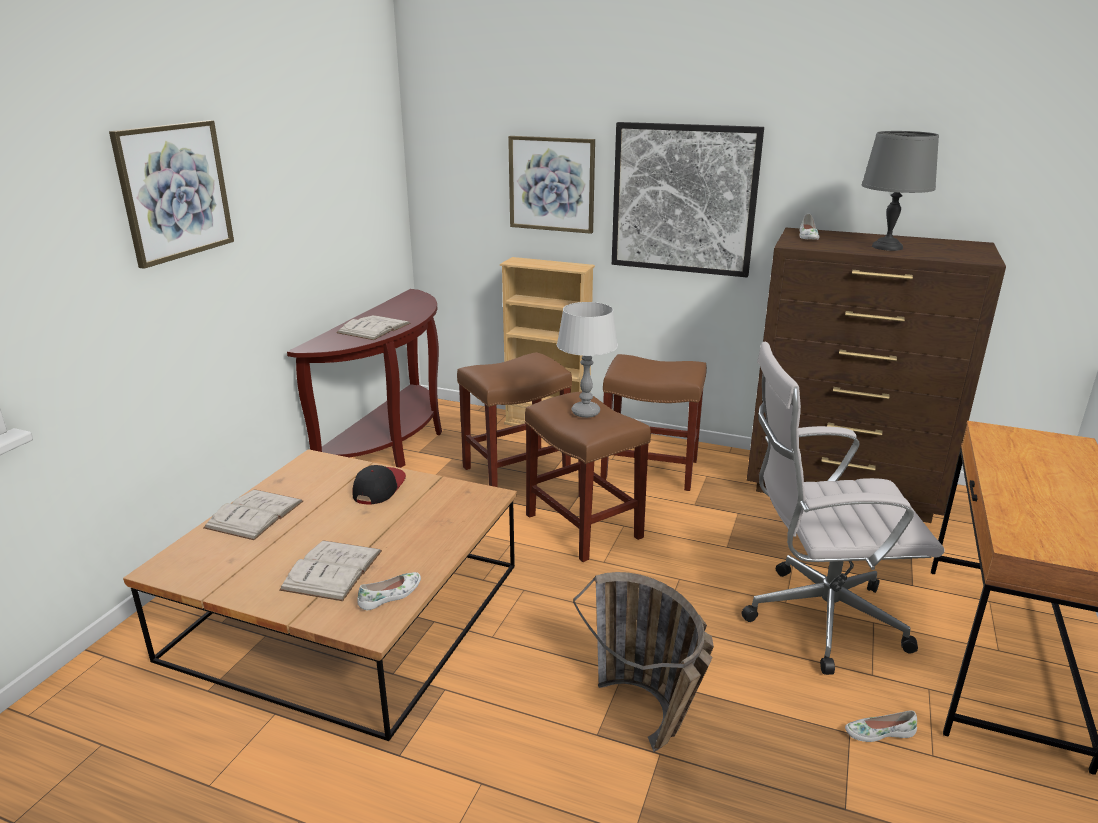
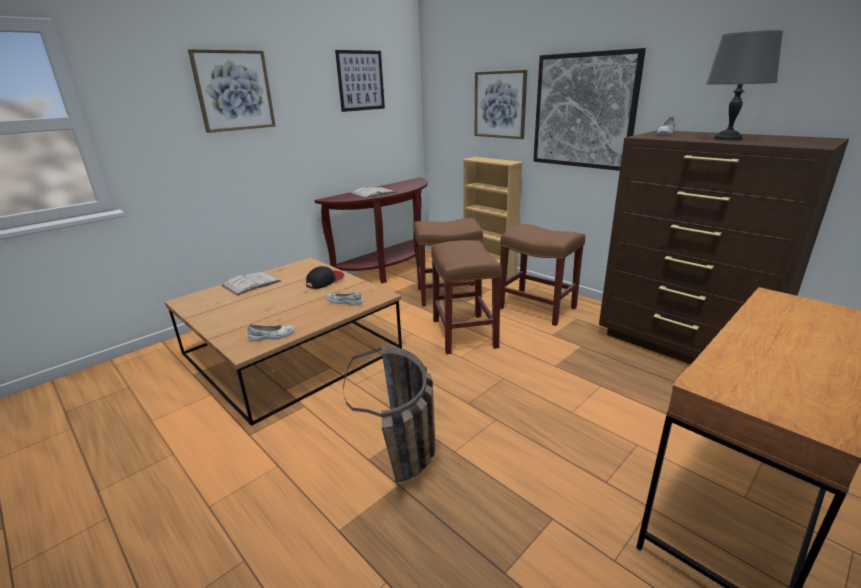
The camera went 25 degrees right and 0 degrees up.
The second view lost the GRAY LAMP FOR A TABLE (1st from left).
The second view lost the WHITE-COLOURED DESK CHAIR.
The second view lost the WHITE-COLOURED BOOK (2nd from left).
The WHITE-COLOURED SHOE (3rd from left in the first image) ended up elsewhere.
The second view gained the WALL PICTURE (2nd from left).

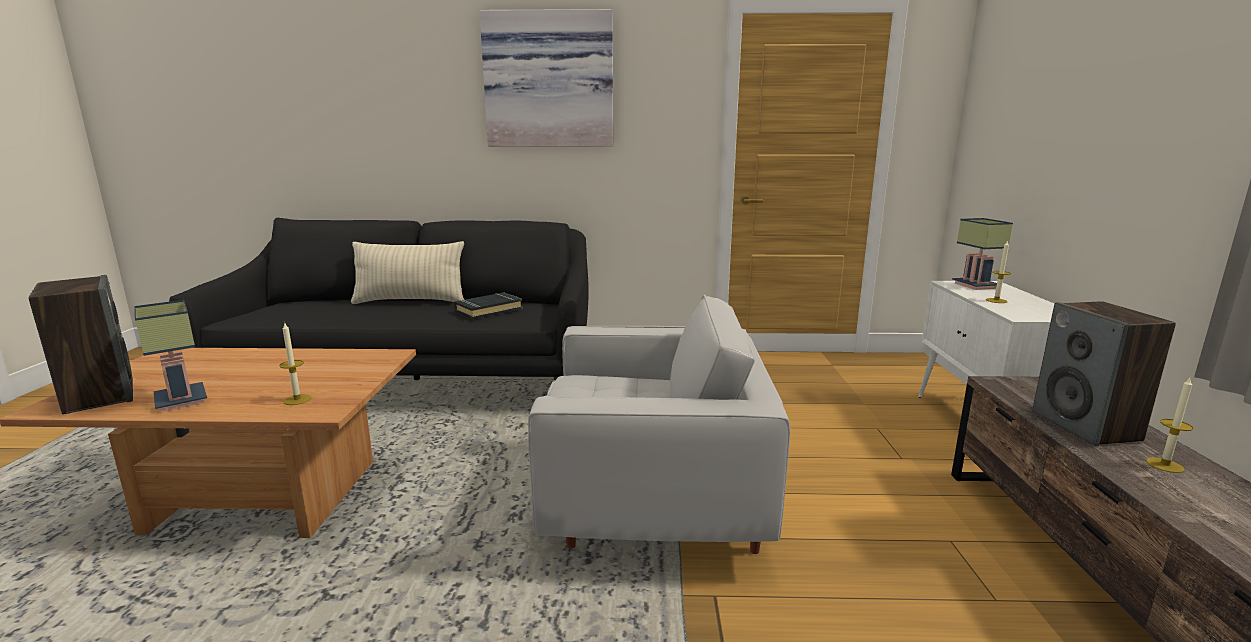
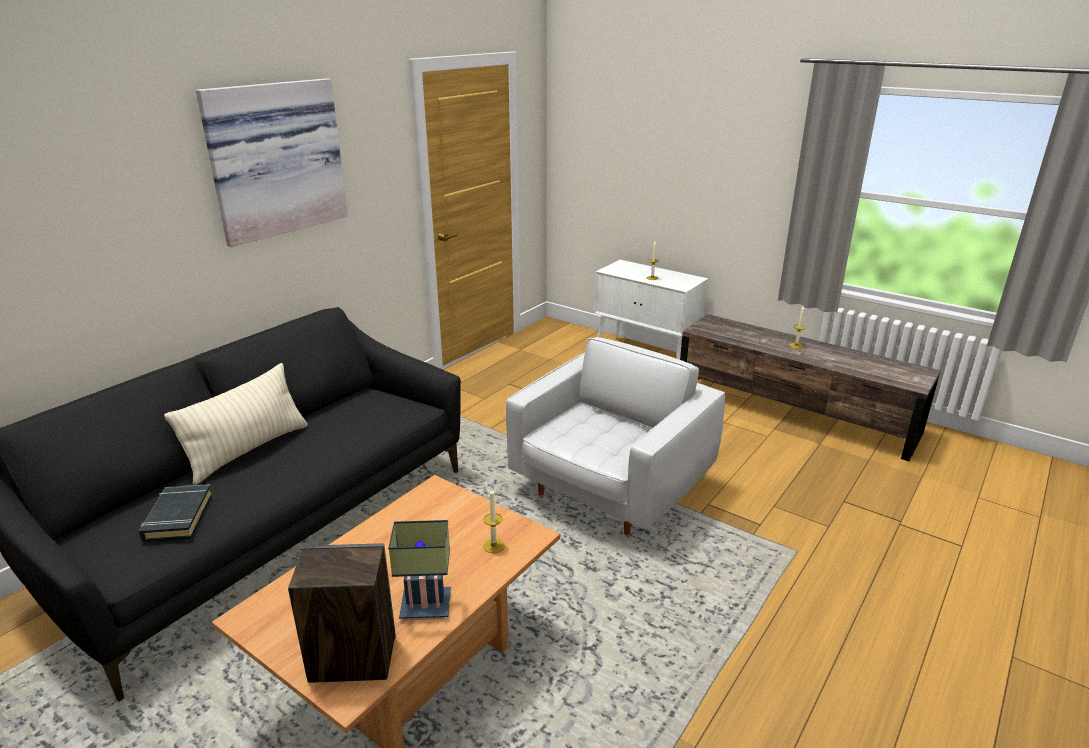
The camera went 55 degrees left and 10 degrees up.
The second view lost the LAMP FOR A TABLE (2nd from left).
The BLACK-COLOURED BOOK ended up elsewhere.
The second view lost the AUDIO SPEAKER (2nd from left).

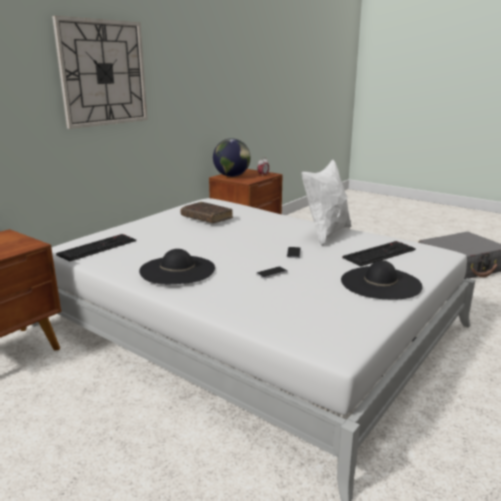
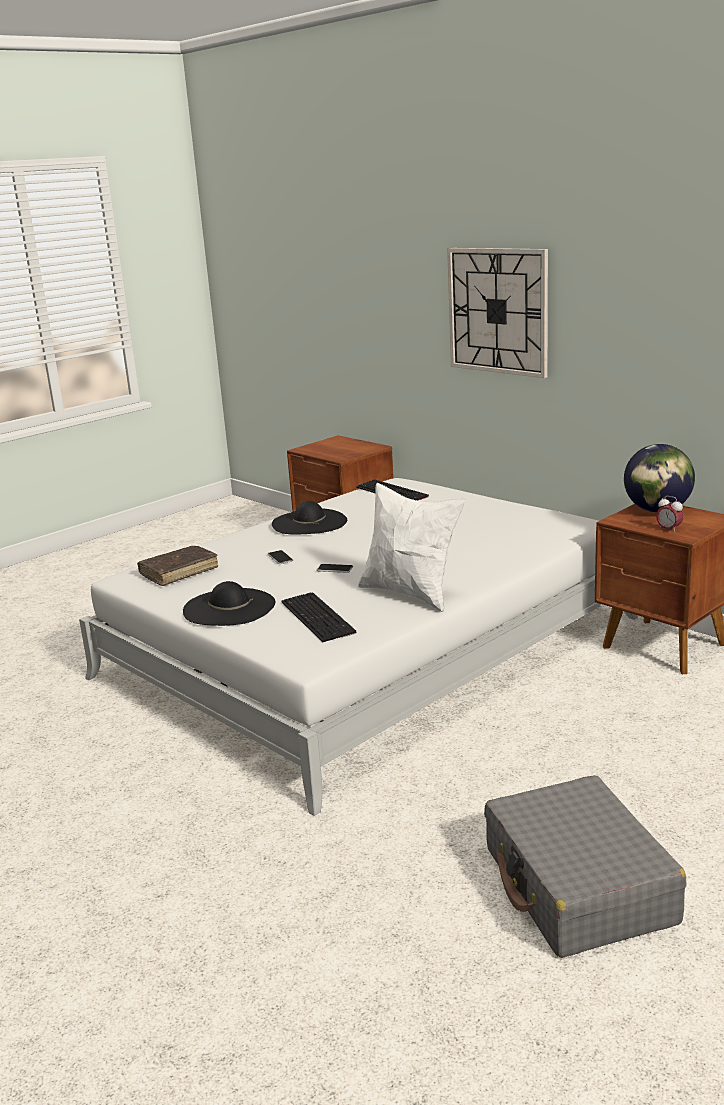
The camera went 100 degrees right and 0 degrees up.
The BROWN-COLOURED BOOK ended up elsewhere.

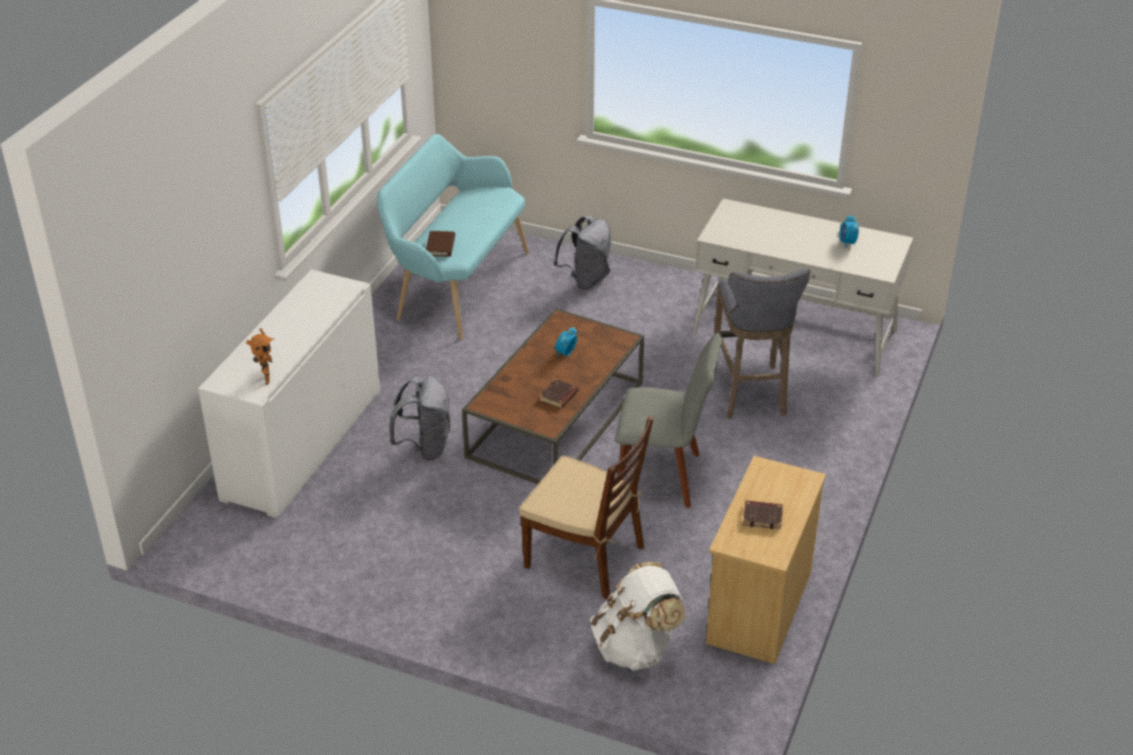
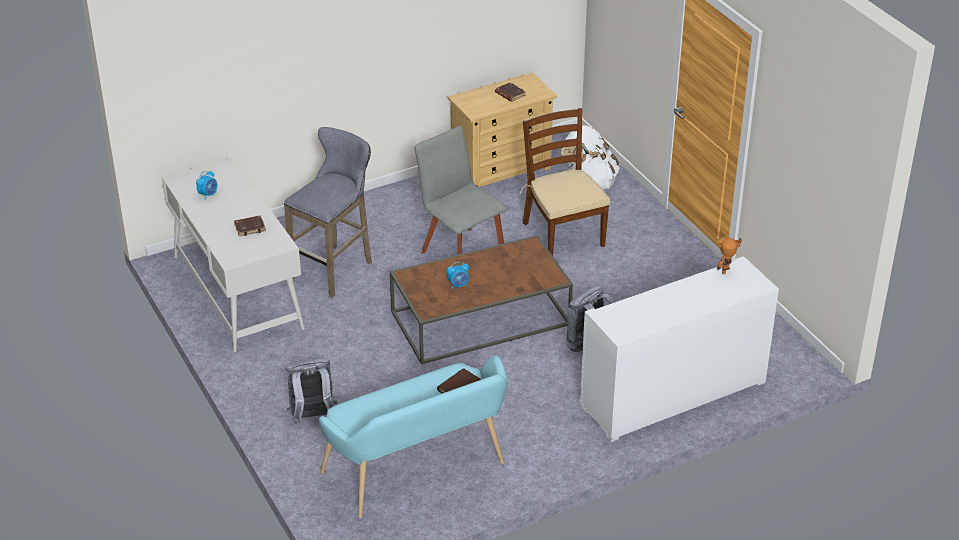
The camera went 140 degrees left and 0 degrees up.
The BROWN-COLOURED BOOK (2nd from left in the first image) ended up elsewhere.

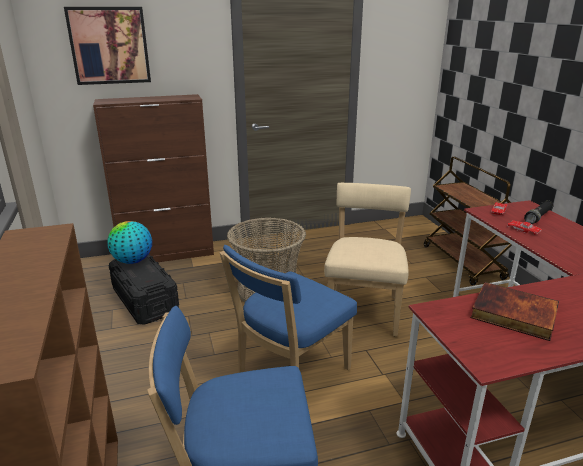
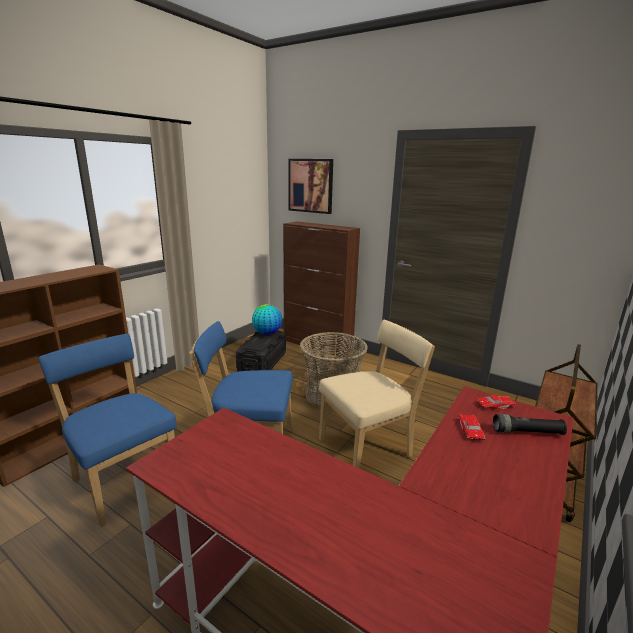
The camera went 50 degrees right and 5 degrees down.
The second view lost the BOOK.

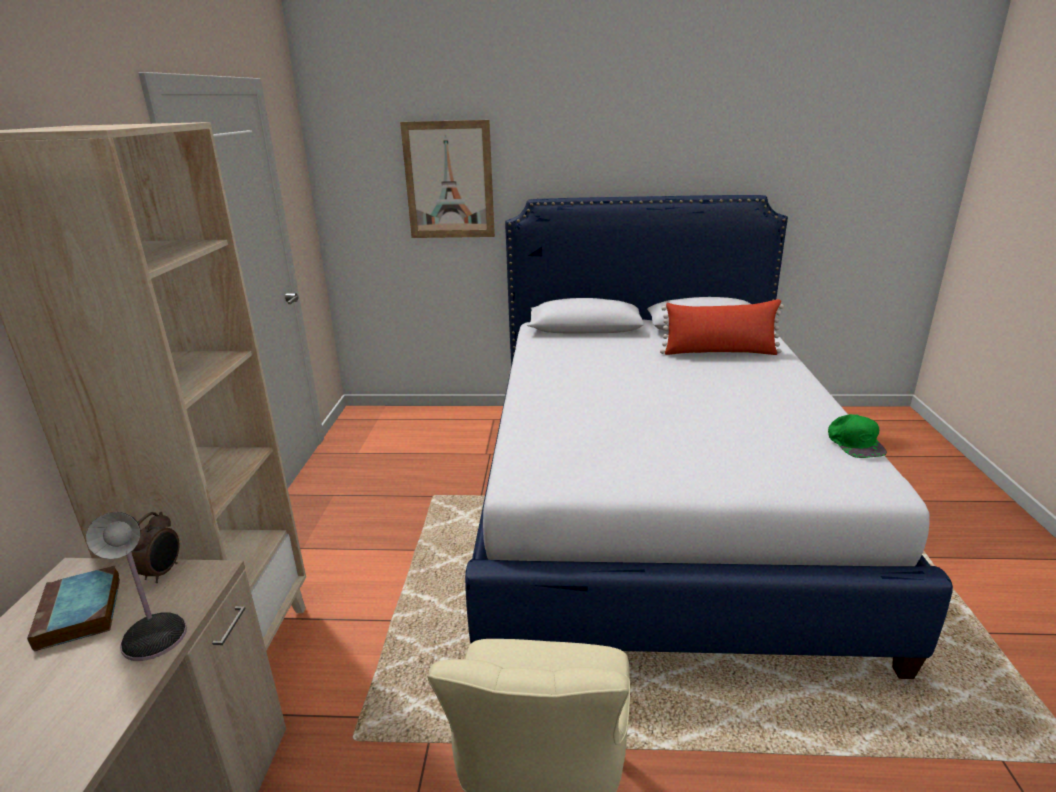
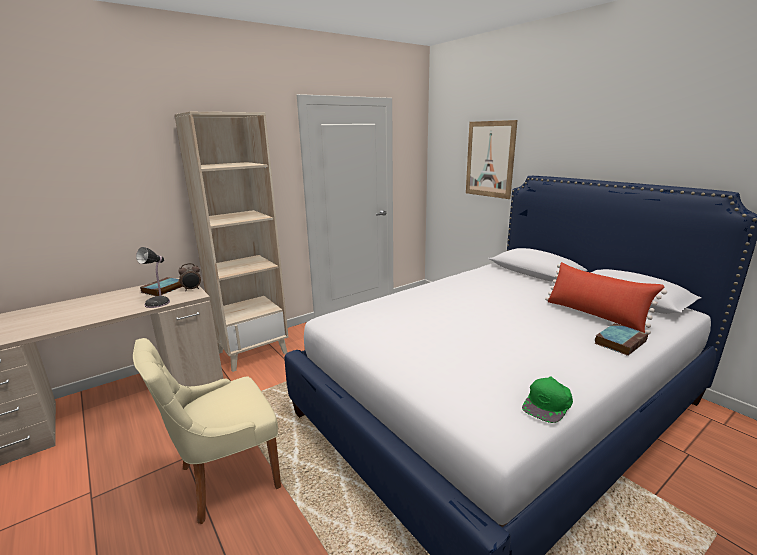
The camera went 50 degrees right and 5 degrees down.
The second view gained the BOOK (2nd from left).

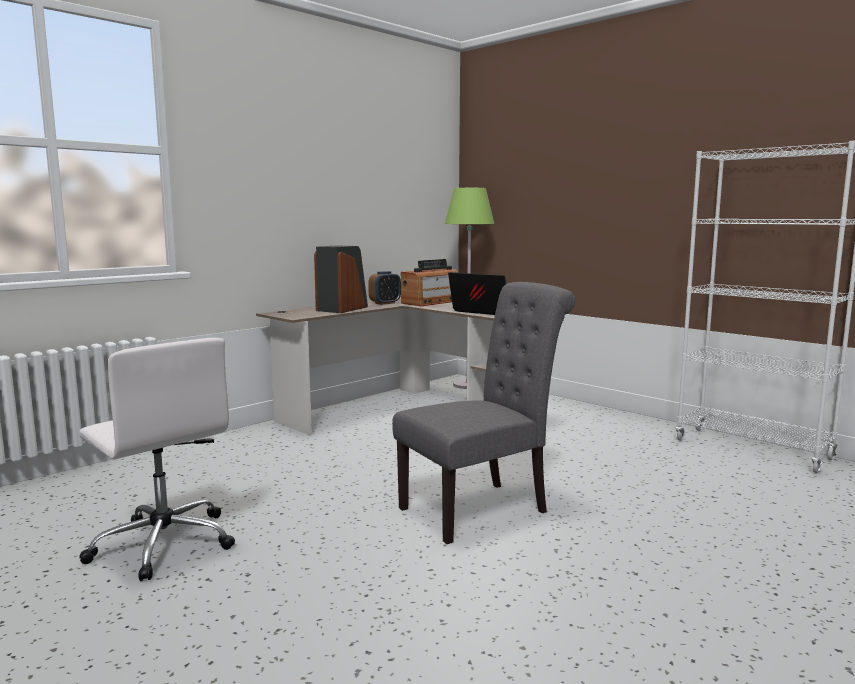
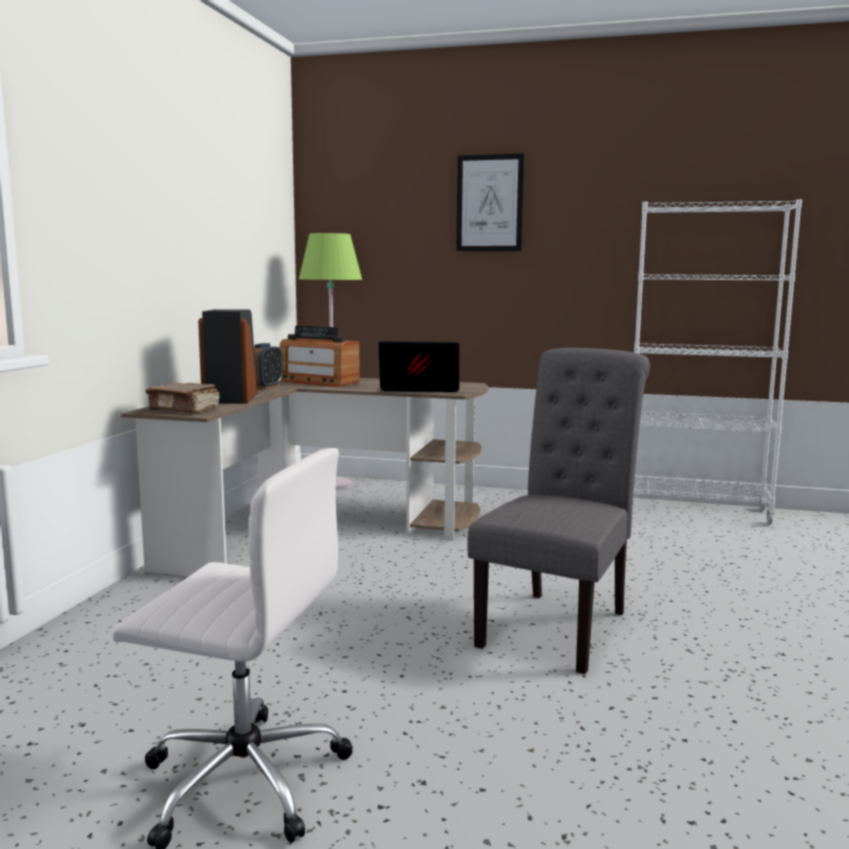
The camera went 30 degrees left and 0 degrees up.
The RADIO SET ended up facing another way, 105 degrees clockwise from before.
The second view gained the WALL PICTURE.
The second view gained the BROWN-COLOURED BOOK.

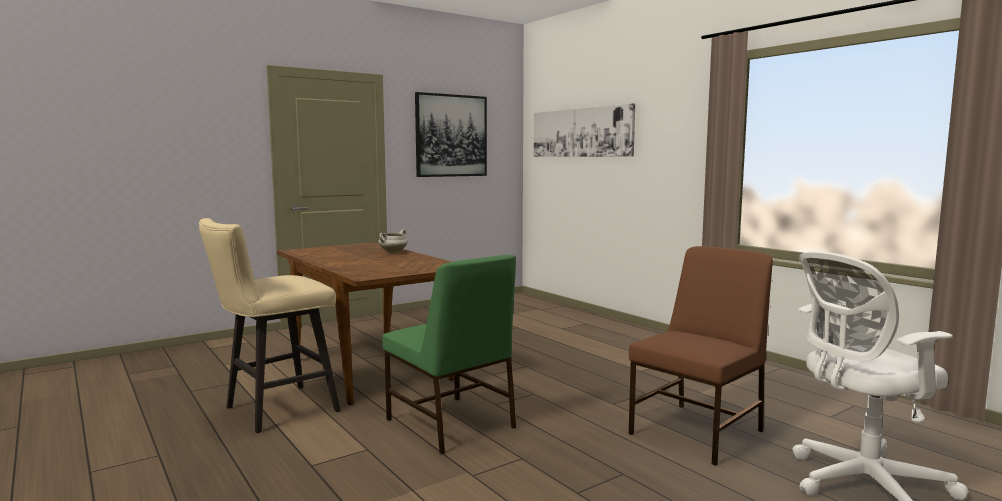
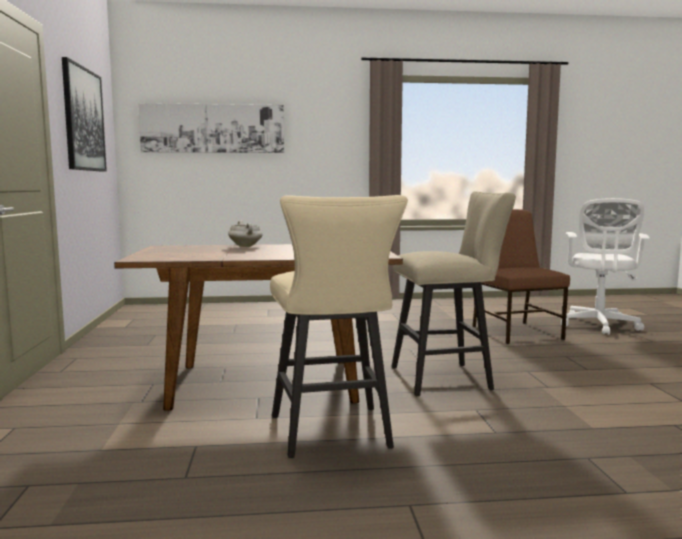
The camera went 60 degrees left and 0 degrees up.
Where the GREEN-COLOURED PLAIN CHAIR stood, the BEIGE-COLOURED STOOL (2nd from left) came to stand.

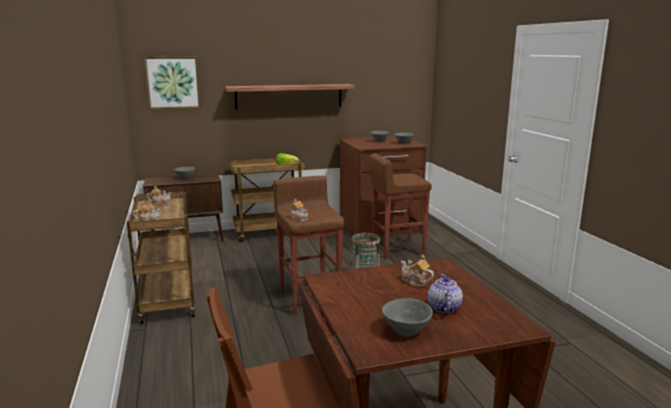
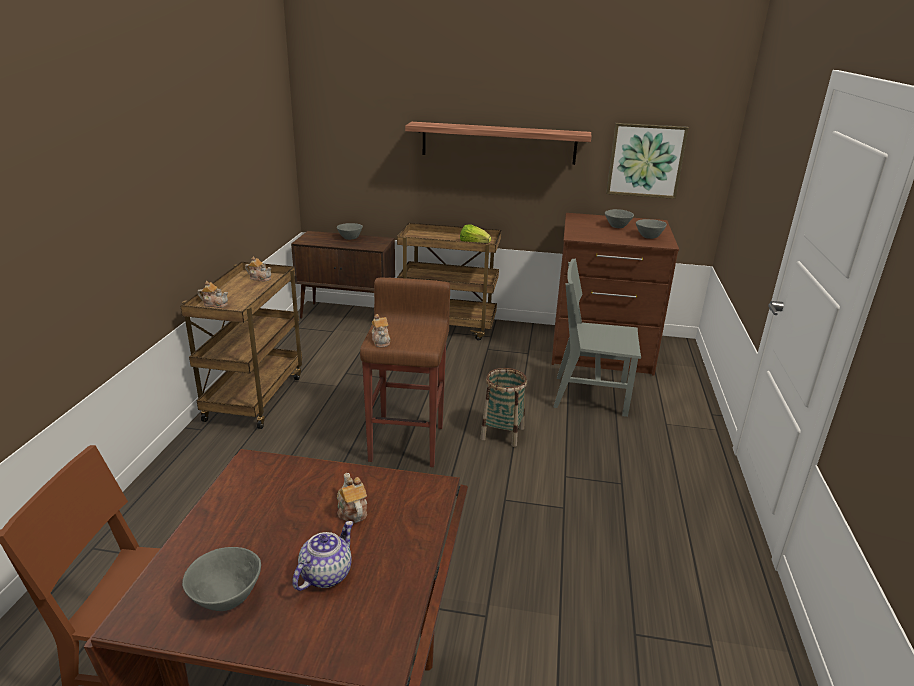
The camera went 25 degrees right and 10 degrees up.
The WALL PICTURE ended up elsewhere.
Where the BROWN-COLOURED STOOL (2nd from left) stood, the GRAY PLAIN CHAIR came to stand.

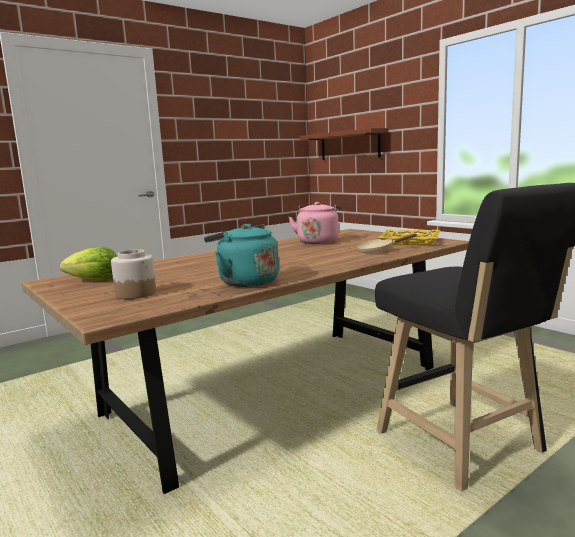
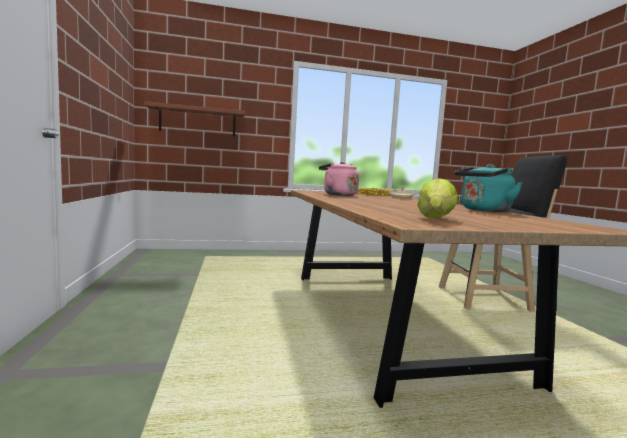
The camera went 65 degrees left and 5 degrees down.
The second view lost the JAR.

